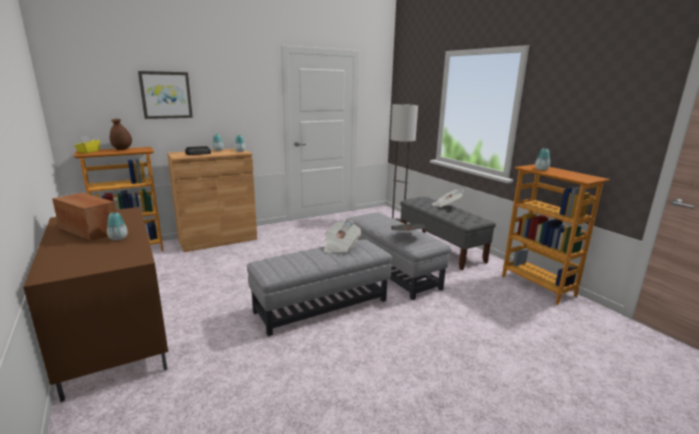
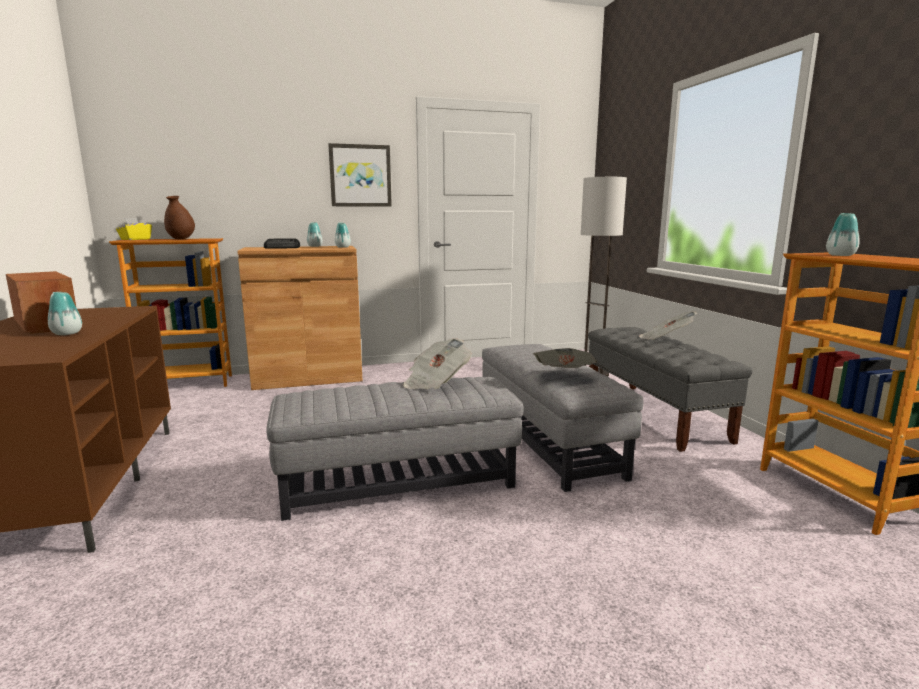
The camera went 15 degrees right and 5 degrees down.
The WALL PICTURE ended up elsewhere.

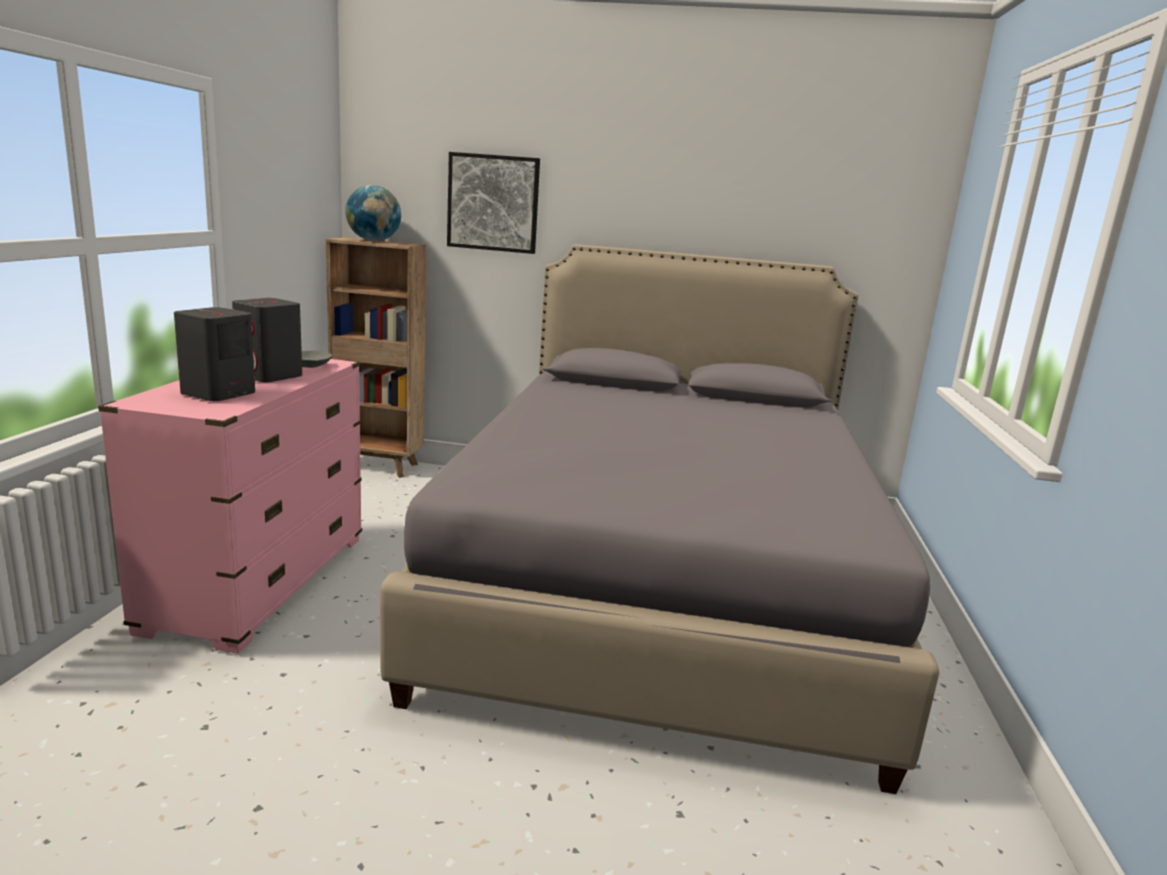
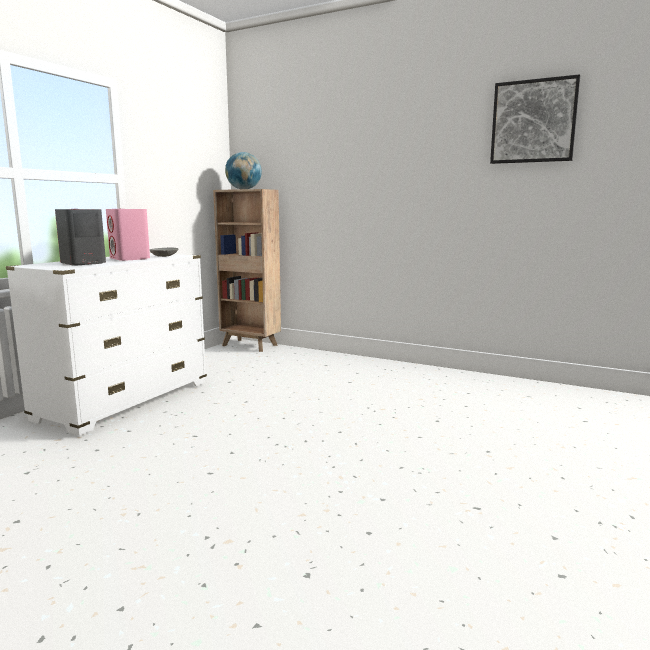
The camera went 20 degrees right and 5 degrees down.
The WALL PICTURE ended up elsewhere.
The second view lost the GRAY SLEEPING BED.
What was the GRAY AUDIO SPEAKER (2nd from left) turned into the PINKISH AUDIO SPEAKER.
What was the PINKISH DRAWER CHEST turned into the WHITE-COLOURED DRAWER CHEST.

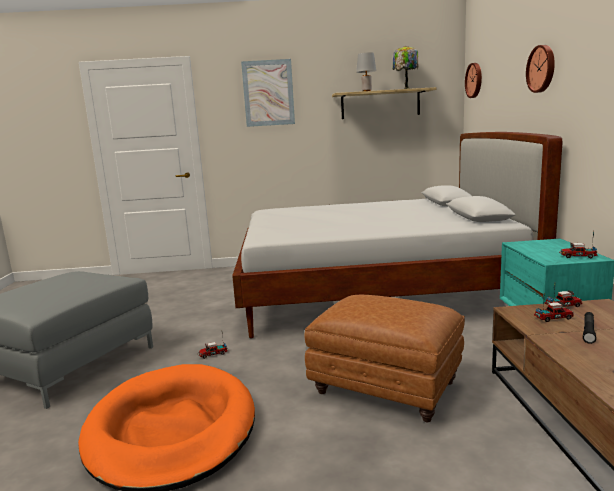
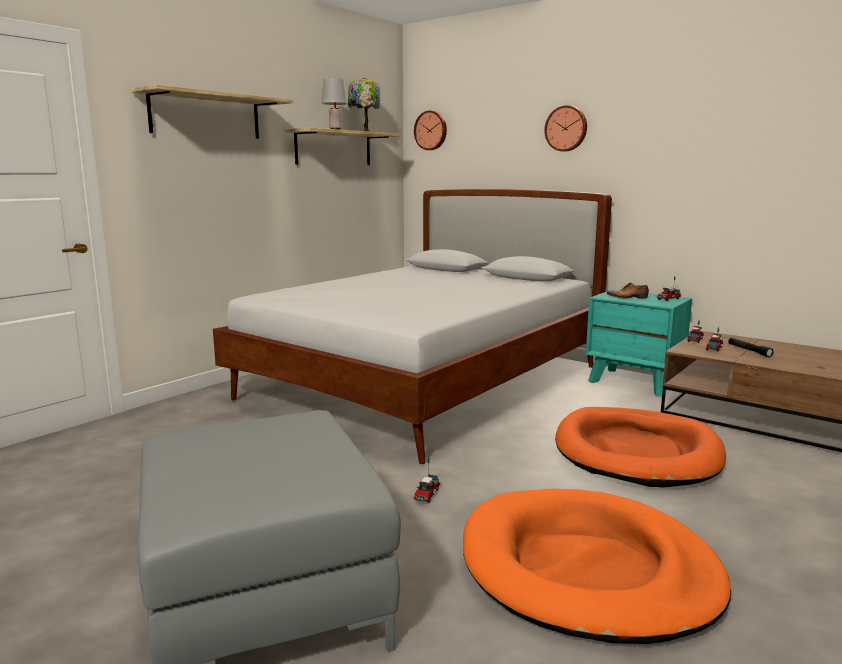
The camera went 50 degrees left and 0 degrees up.
Where the WALL PICTURE hung, the SHELF (1st from left) came to hang.
Where the BROWN-COLOURED OTTOMAN stood, the ORANGE DOG CUSHION (2nd from left) came to stand.
The second view gained the SHOE.

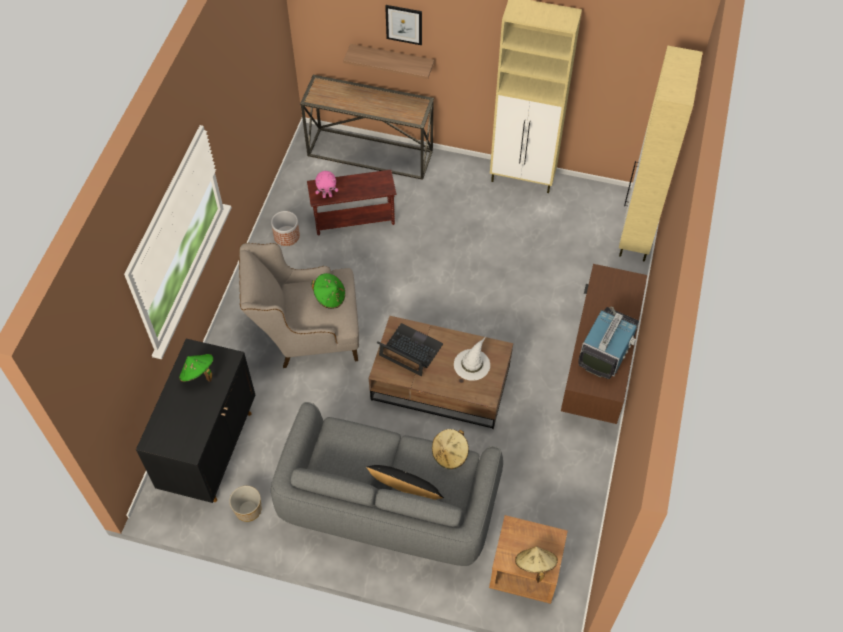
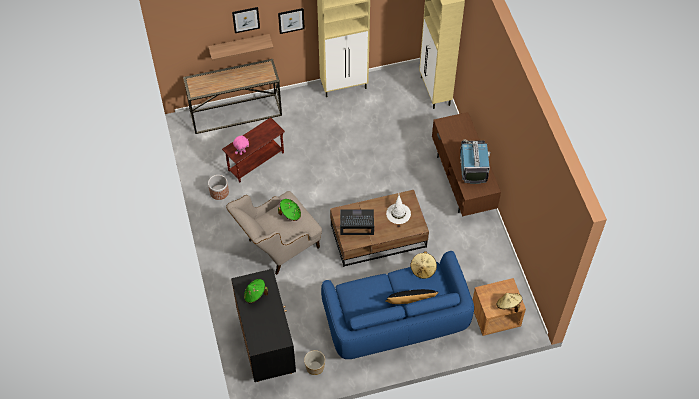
The camera went 30 degrees left and 0 degrees up.
What was the GRAY SETTEE turned into the BLUE-COLOURED SETTEE.
The second view gained the WALL PICTURE (2nd from left).

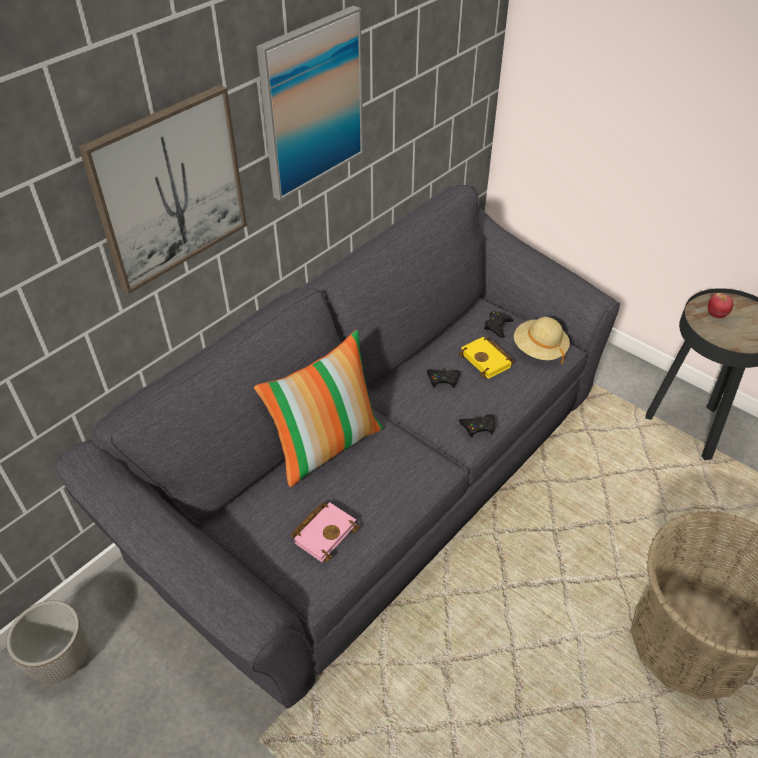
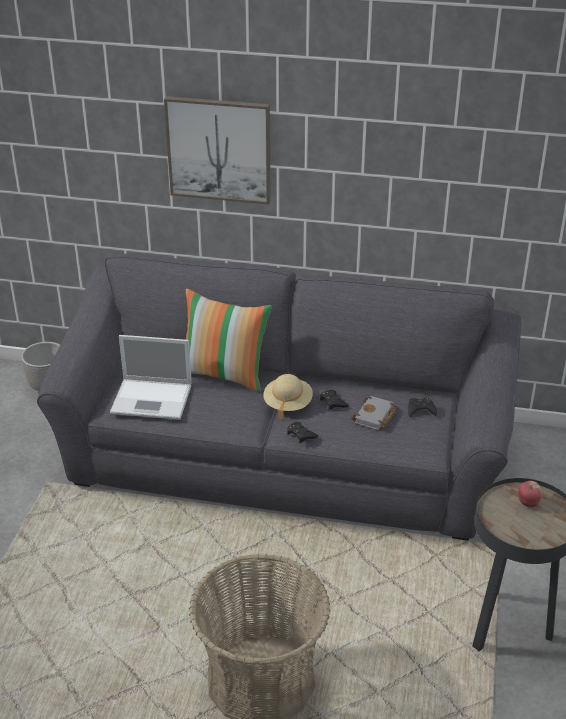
The camera went 60 degrees right and 10 degrees down.
The second view lost the WALL PICTURE (2nd from left).
The BEIGE-COLOURED CLOTHING HAT ended up elsewhere.
What was the YELLOW BOOK turned into the GRAY BOOK.
Where the PINKISH BOOK stood, the NOTEBOOK COMPUTER came to stand.

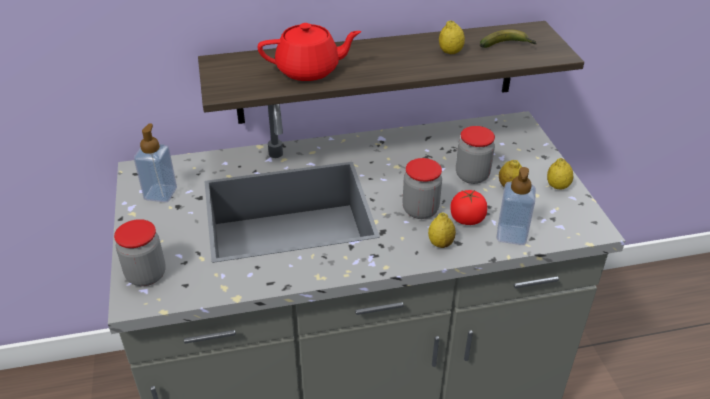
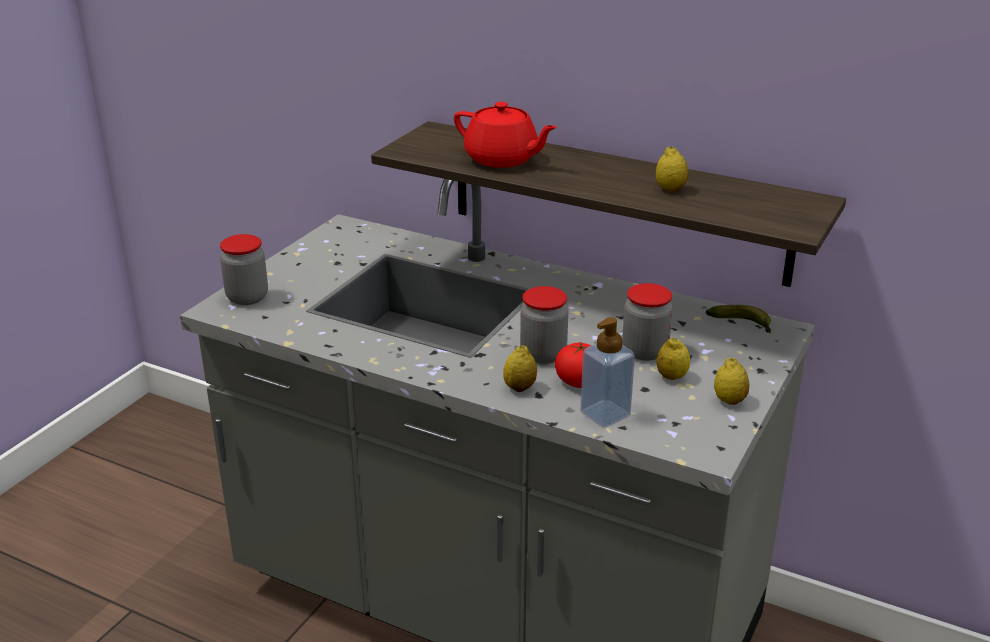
The camera went 40 degrees right and 10 degrees down.
The WHOLE BANANA ended up elsewhere.
The second view lost the SOAP DISPENSER (1st from left).

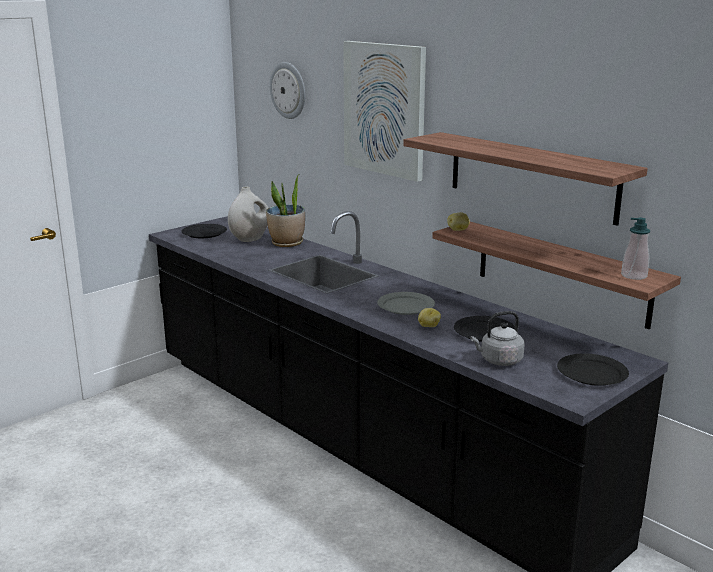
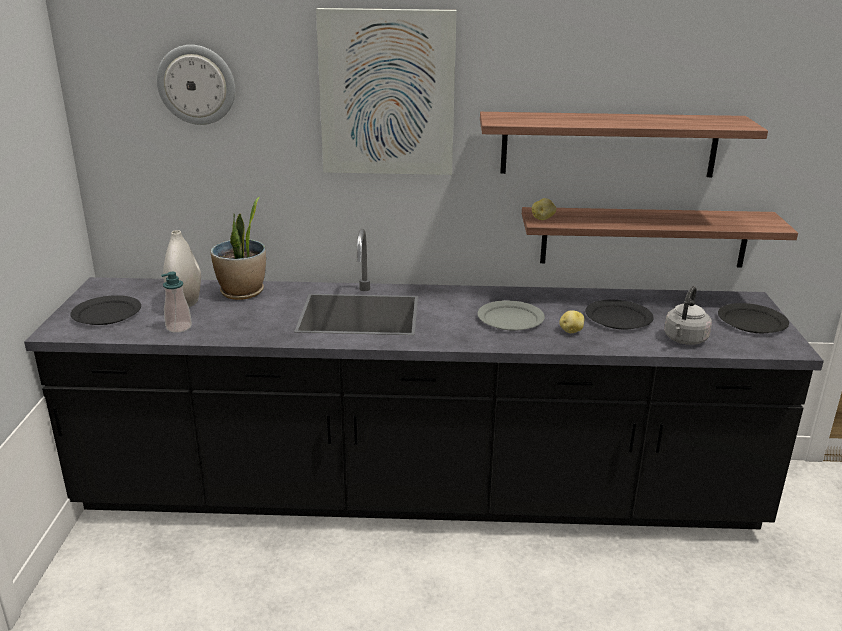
The camera went 45 degrees left and 5 degrees up.
The SOAP DISPENSER ended up elsewhere.

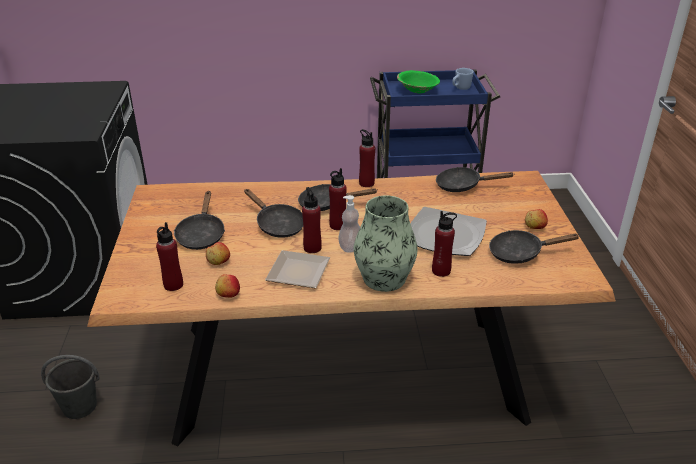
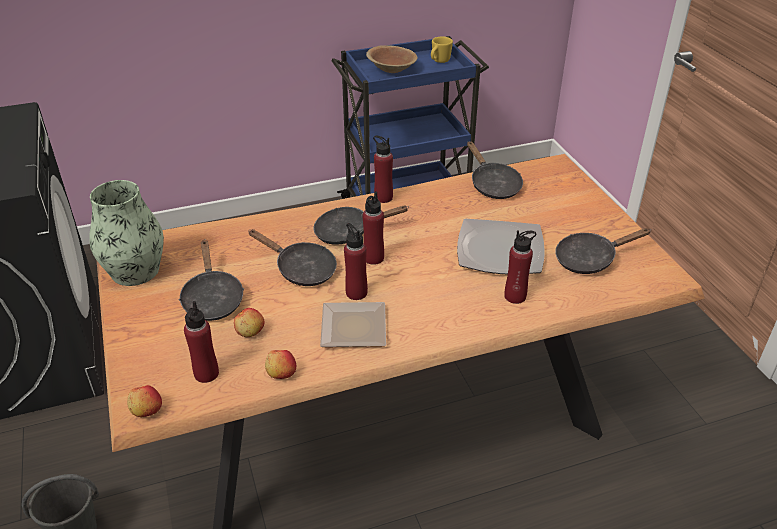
The camera went 15 degrees left and 5 degrees up.
What was the BLUE-COLOURED COFFEE MUG turned into the YELLOW COFFEE MUG.
What was the GREEN-COLOURED BOWL turned into the BROWN-COLOURED BOWL.
The BLACK-COLOURED PAN (4th from left) ended up facing another way, 105 degrees counterclockwise from before.
The second view lost the SOAP DISPENSER.
The VASE ended up elsewhere.
The APPLE (3rd from left in the first image) ended up elsewhere.

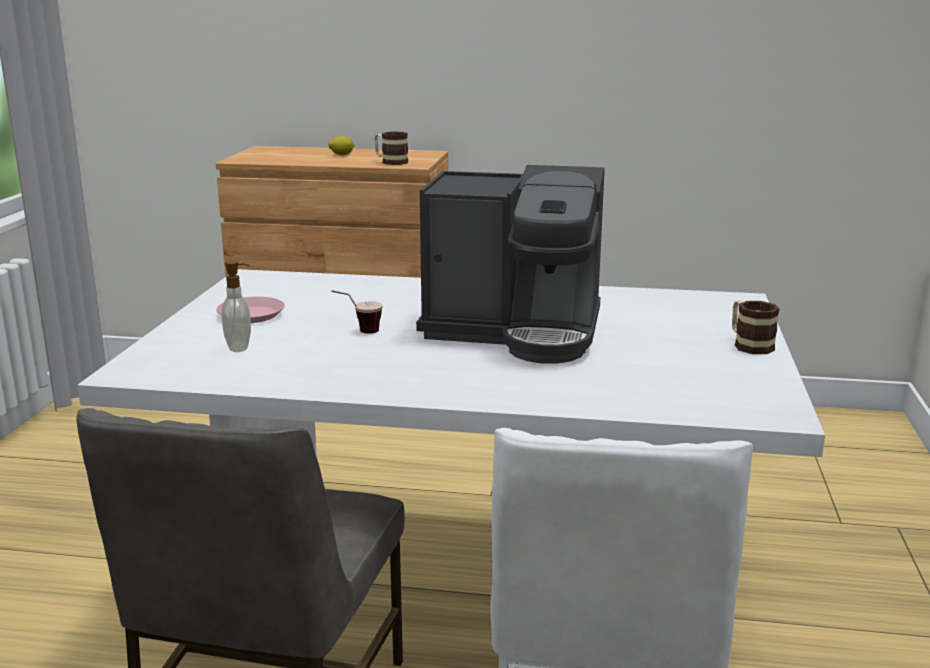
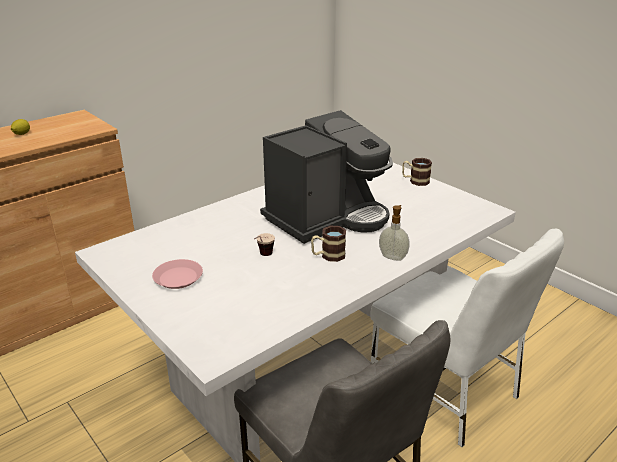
The camera went 50 degrees left and 10 degrees up.
The COFFEE MUG (1st from left) ended up elsewhere.
The SOAP DISPENSER ended up elsewhere.

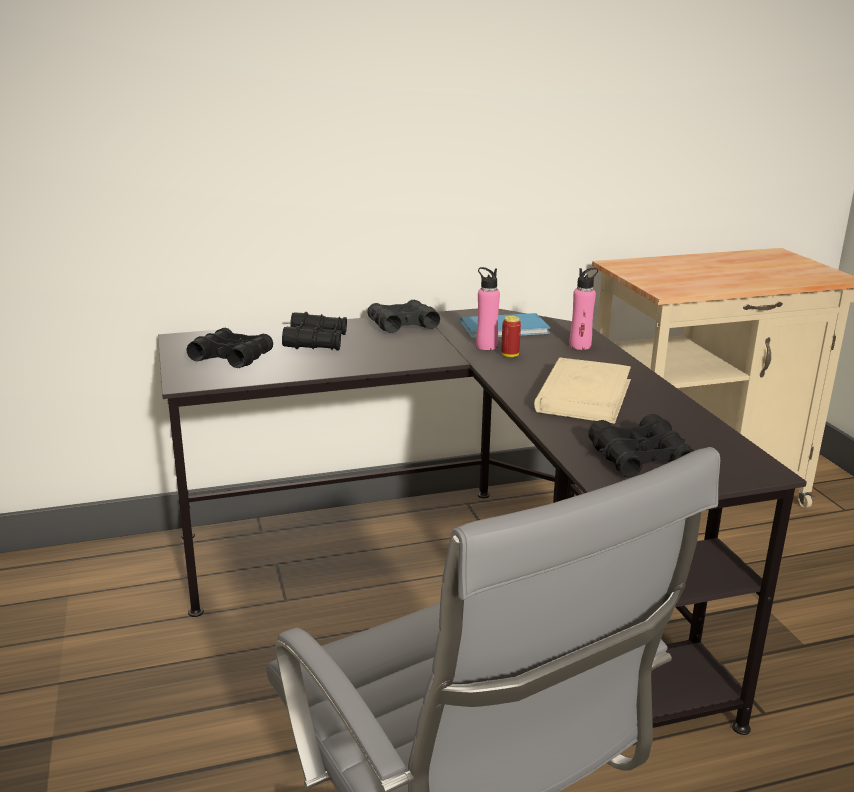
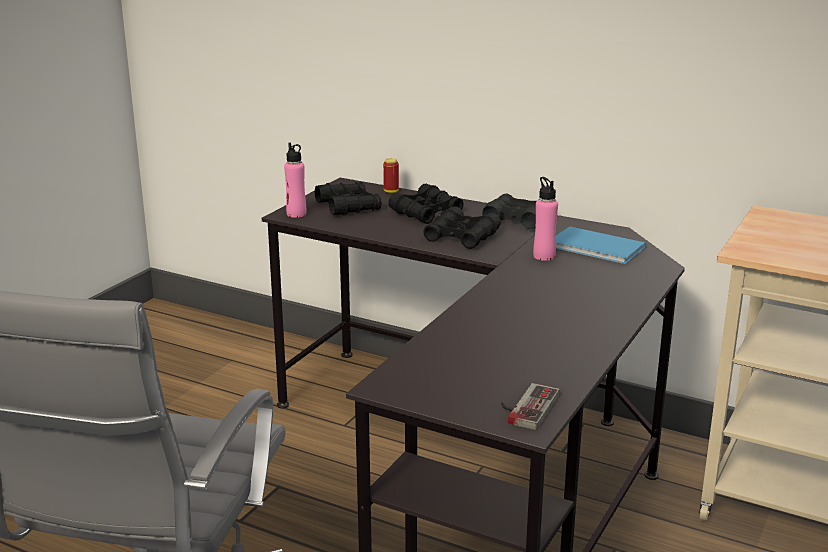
The camera went 45 degrees right and 0 degrees up.
The PINKISH DRINK BOTTLE (2nd from left in the first image) ended up elsewhere.
The CAN ended up elsewhere.
The second view lost the BEIGE-COLOURED BOOK.
The BLACK-COLOURED FIELD GLASSES (4th from left in the first image) ended up elsewhere.
The second view gained the GAMEPAD.

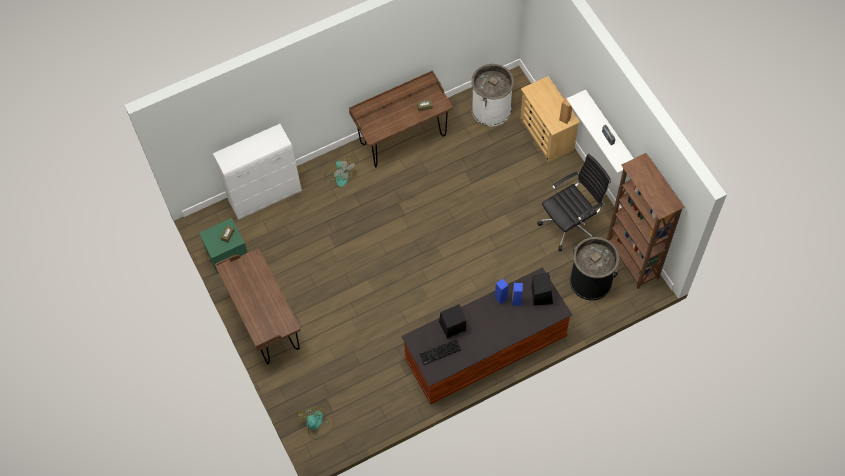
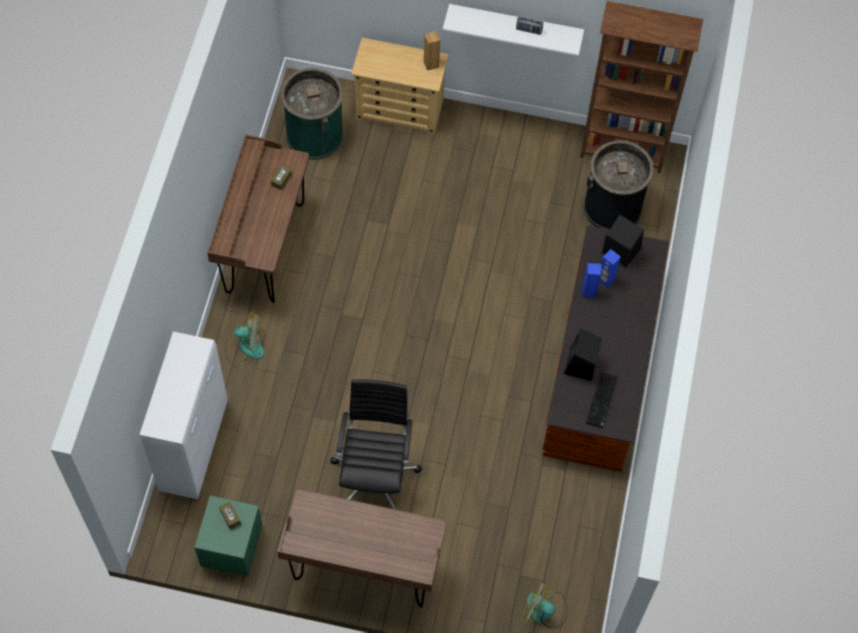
The camera went 55 degrees left and 0 degrees up.
What was the WHITE-COLOURED RUBBISH BIN turned into the GREEN-COLOURED RUBBISH BIN.
The BLACK-COLOURED DESK CHAIR ended up elsewhere.

